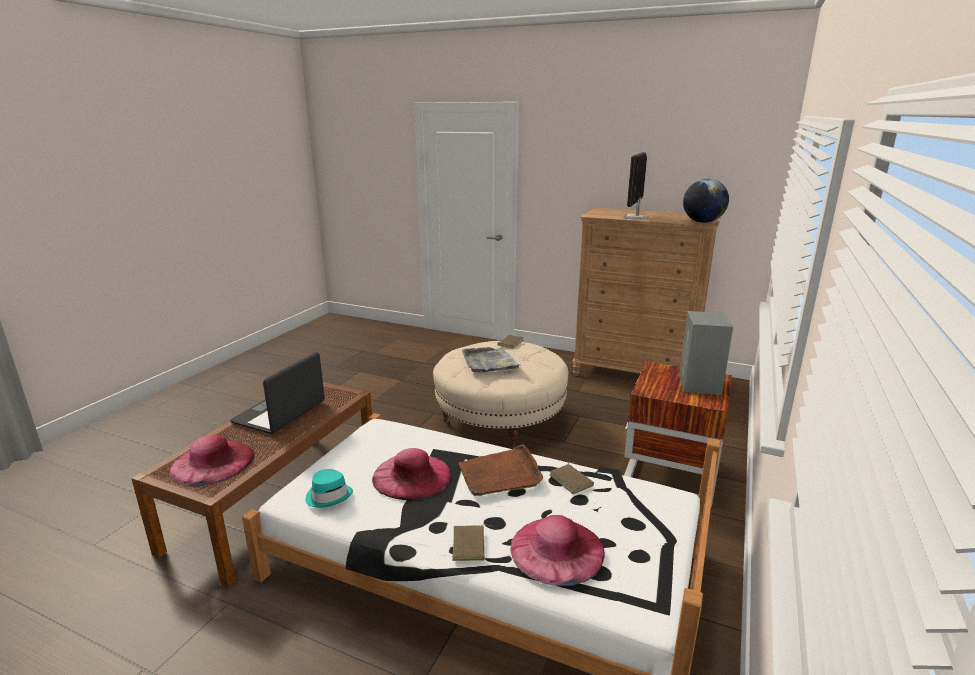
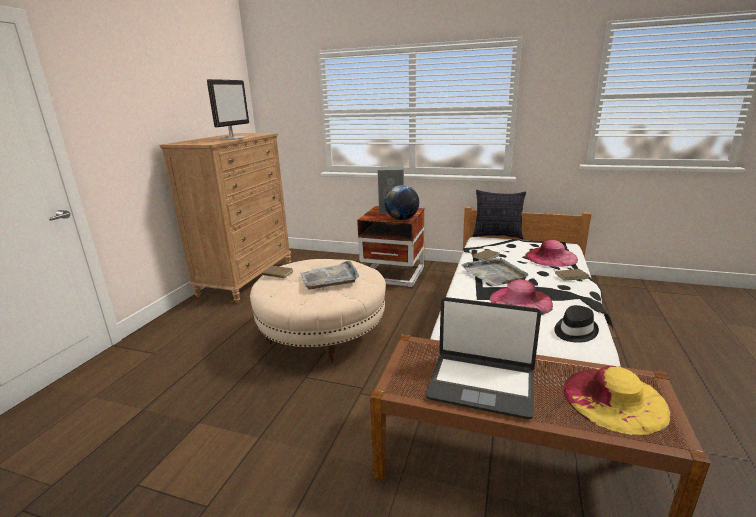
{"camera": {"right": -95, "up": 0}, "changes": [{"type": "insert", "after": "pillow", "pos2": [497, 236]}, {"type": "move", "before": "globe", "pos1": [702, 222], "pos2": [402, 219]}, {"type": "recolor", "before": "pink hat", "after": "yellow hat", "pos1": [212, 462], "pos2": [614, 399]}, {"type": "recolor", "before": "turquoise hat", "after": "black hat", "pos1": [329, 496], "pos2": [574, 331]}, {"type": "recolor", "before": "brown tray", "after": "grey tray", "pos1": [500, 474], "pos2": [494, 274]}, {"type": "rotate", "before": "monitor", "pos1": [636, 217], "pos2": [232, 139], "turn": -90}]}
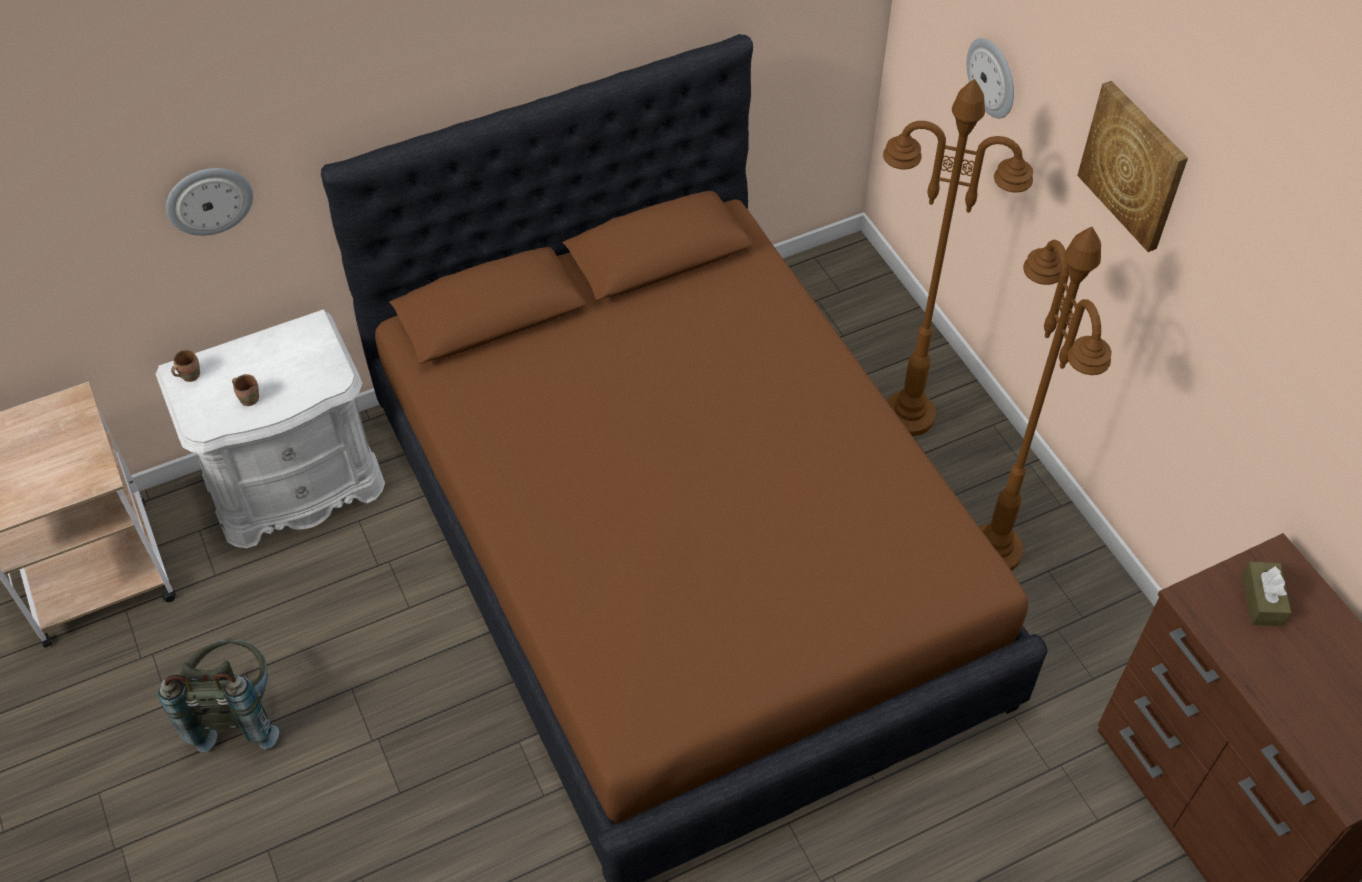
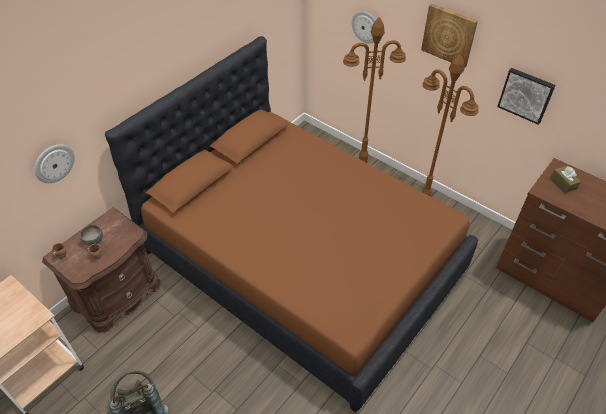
{"camera": {"right": -25, "up": -5}, "changes": [{"type": "insert", "after": "grey bowl", "pos2": [93, 240]}, {"type": "insert", "after": "picture", "pos2": [526, 95]}, {"type": "recolor", "before": "white nightstand", "after": "brown nightstand", "pos1": [298, 486], "pos2": [119, 296]}]}
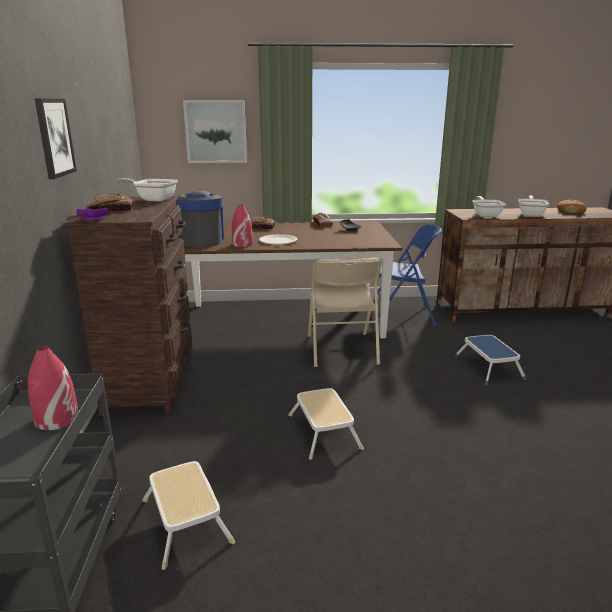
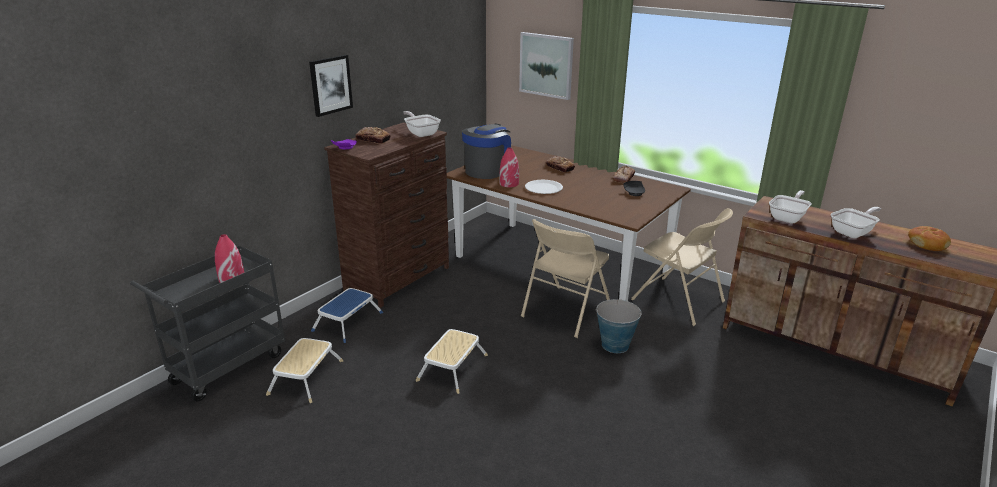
{"camera": {"right": 40, "up": 5}, "changes": [{"type": "insert", "after": "bucket", "pos2": [614, 345]}, {"type": "move", "before": "blue step ladder", "pos1": [489, 367], "pos2": [348, 322]}, {"type": "recolor", "before": "blue chair", "after": "beige chair", "pos1": [400, 315], "pos2": [677, 301]}]}
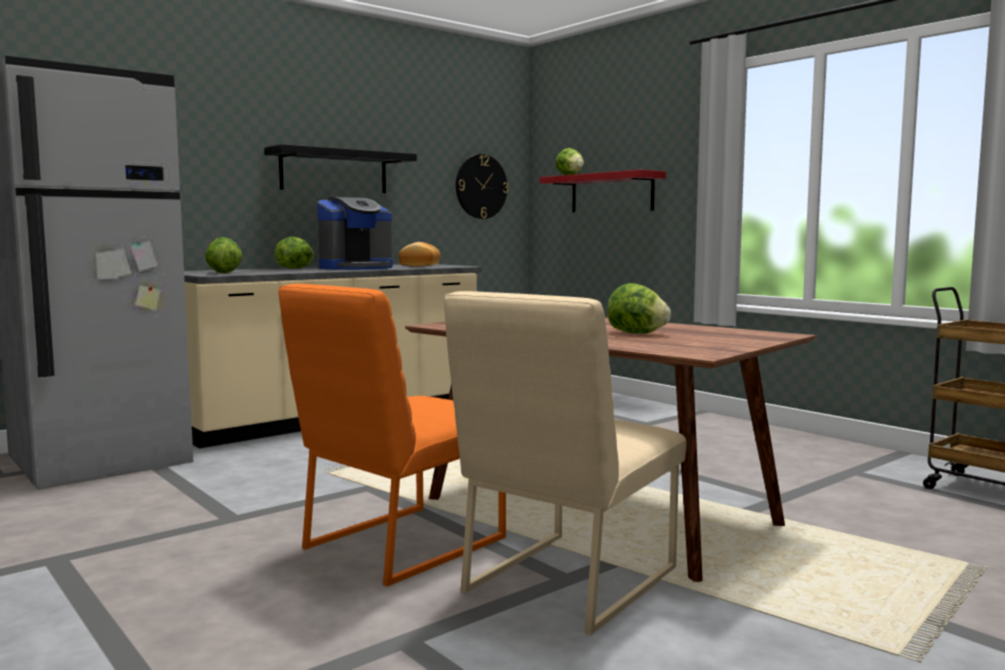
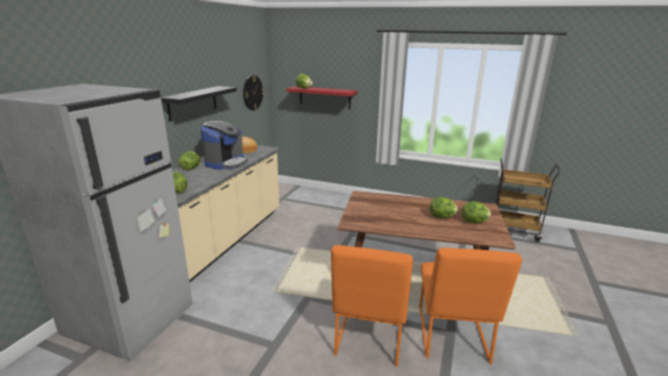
{"camera": {"right": -30, "up": 15}, "changes": [{"type": "insert", "after": "lettuce", "pos2": [474, 222]}, {"type": "recolor", "before": "beige chair", "after": "orange chair", "pos1": [566, 581], "pos2": [452, 335]}]}
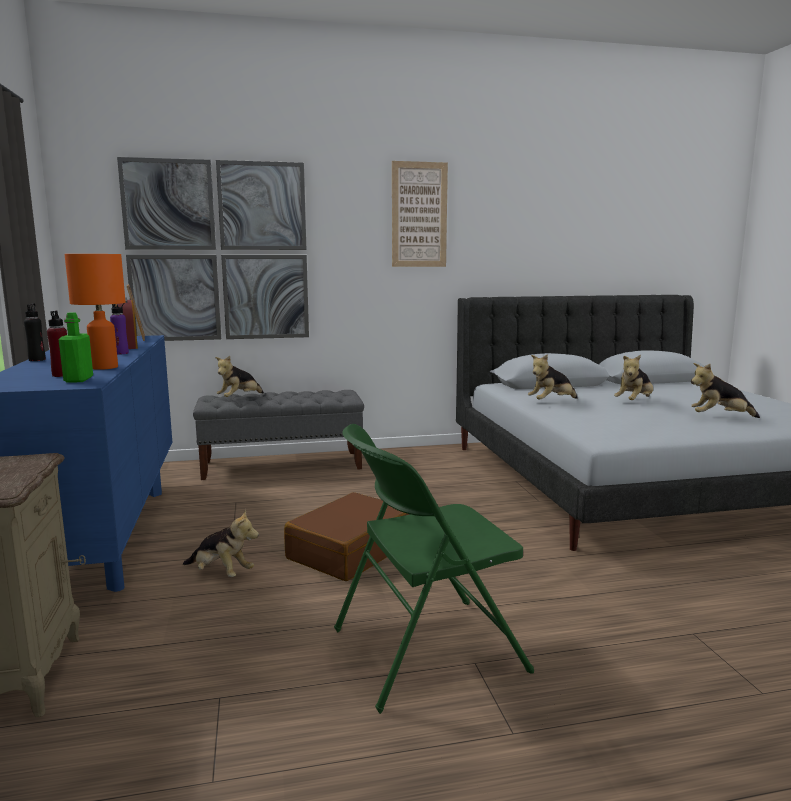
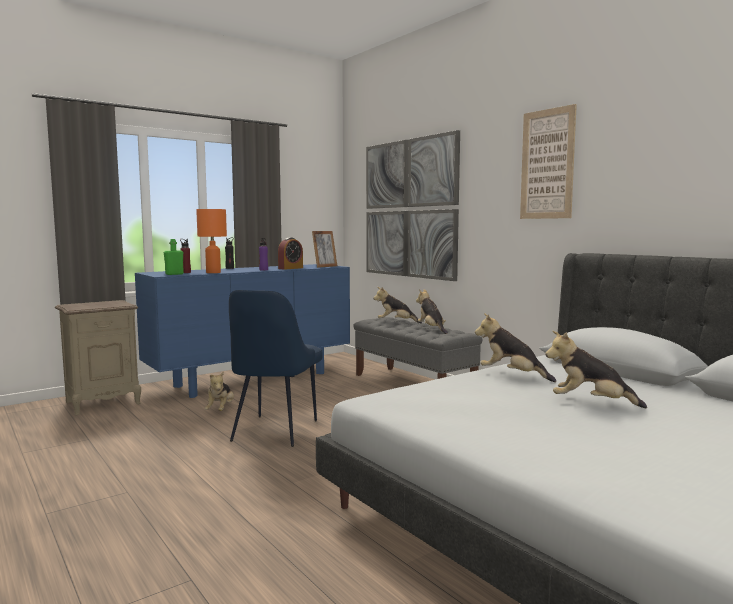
{"camera": {"right": 65, "up": -5}, "changes": [{"type": "delete", "before": "green chair", "pos1": [428, 649]}, {"type": "move", "before": "plush toy", "pos1": [720, 417], "pos2": [431, 329]}, {"type": "replace", "before": "brown suitcase", "after": "blue chair", "pos1": [350, 550], "pos2": [275, 431]}]}
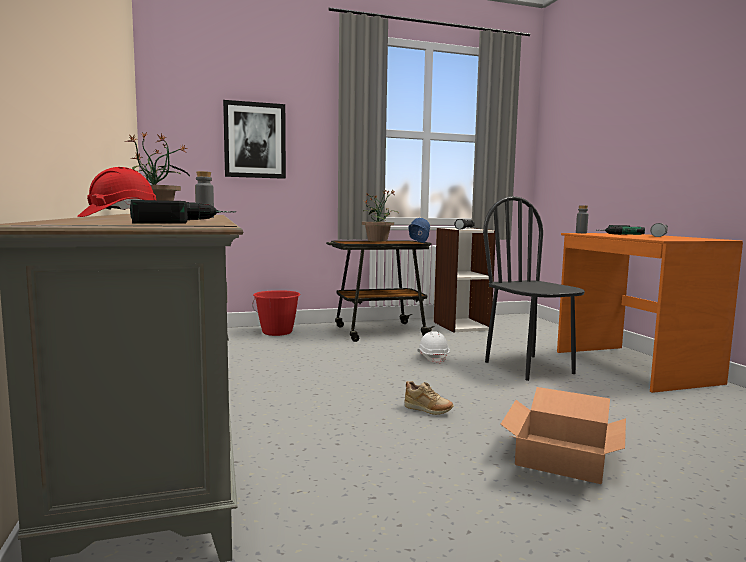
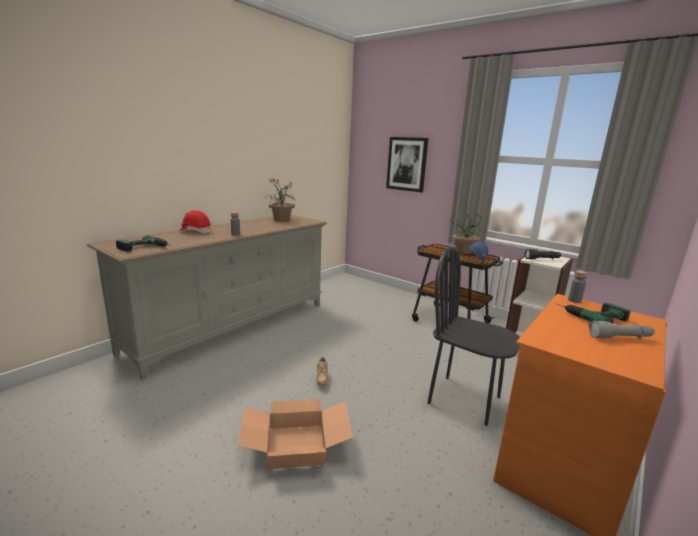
{"camera": {"right": 55, "up": 10}, "changes": [{"type": "delete", "before": "red bucket", "pos1": [277, 332]}, {"type": "delete", "before": "white hard hat", "pos1": [433, 357]}, {"type": "rotate", "before": "black chair", "pos1": [529, 367], "pos2": [464, 399], "turn": -90}]}
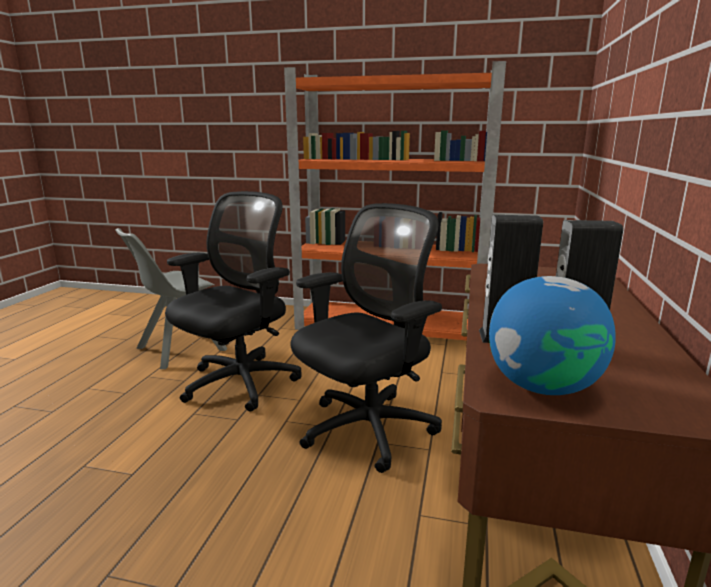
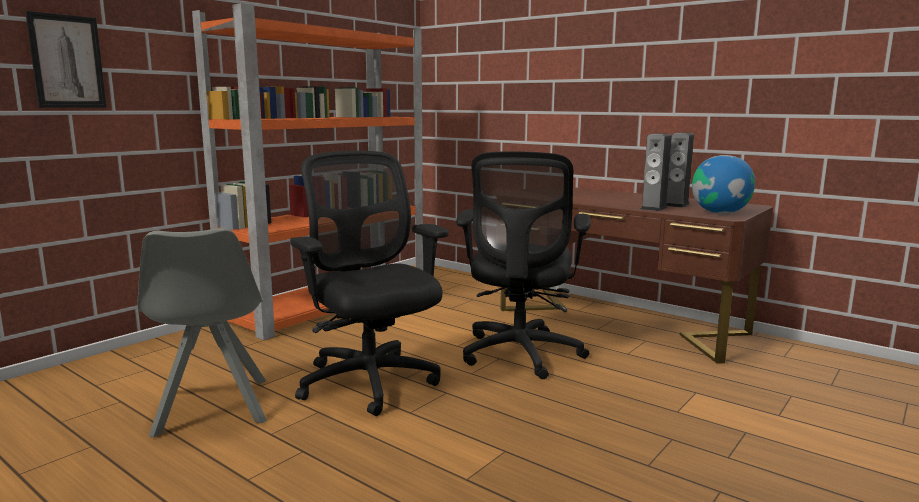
{"camera": {"right": -65, "up": -5}, "changes": [{"type": "insert", "after": "picture", "pos2": [67, 61]}, {"type": "rotate", "before": "black office chair", "pos1": [364, 434], "pos2": [520, 350], "turn": -150}]}
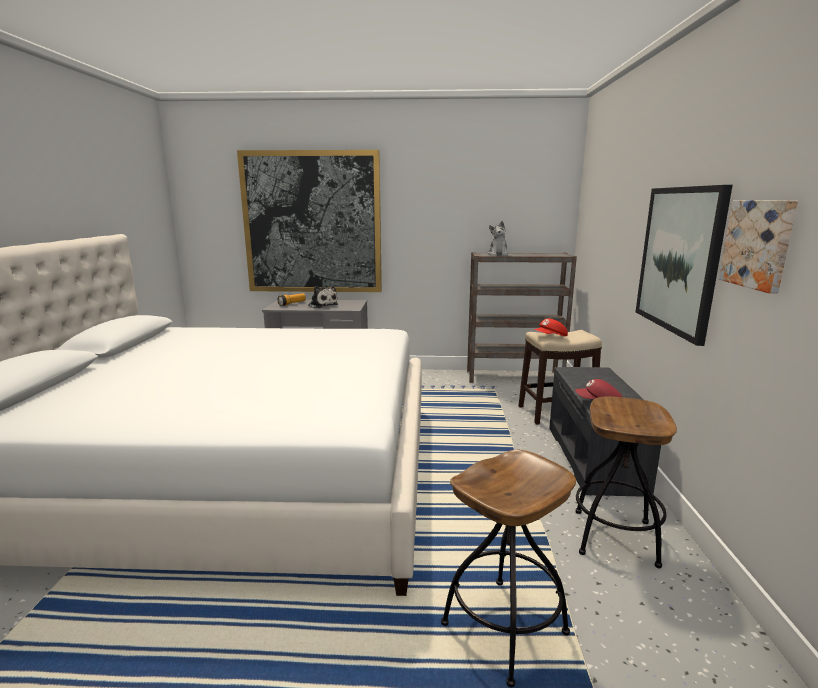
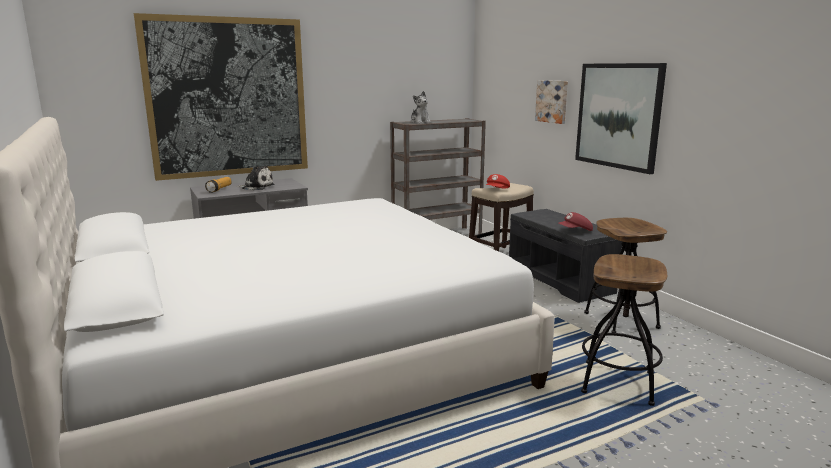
{"camera": {"right": -30, "up": 0}, "changes": [{"type": "move", "before": "picture", "pos1": [759, 244], "pos2": [552, 101]}]}
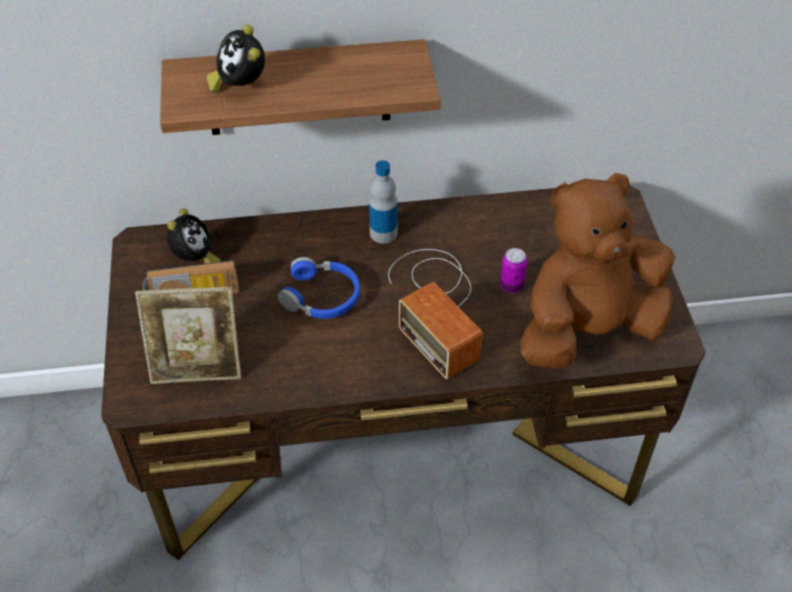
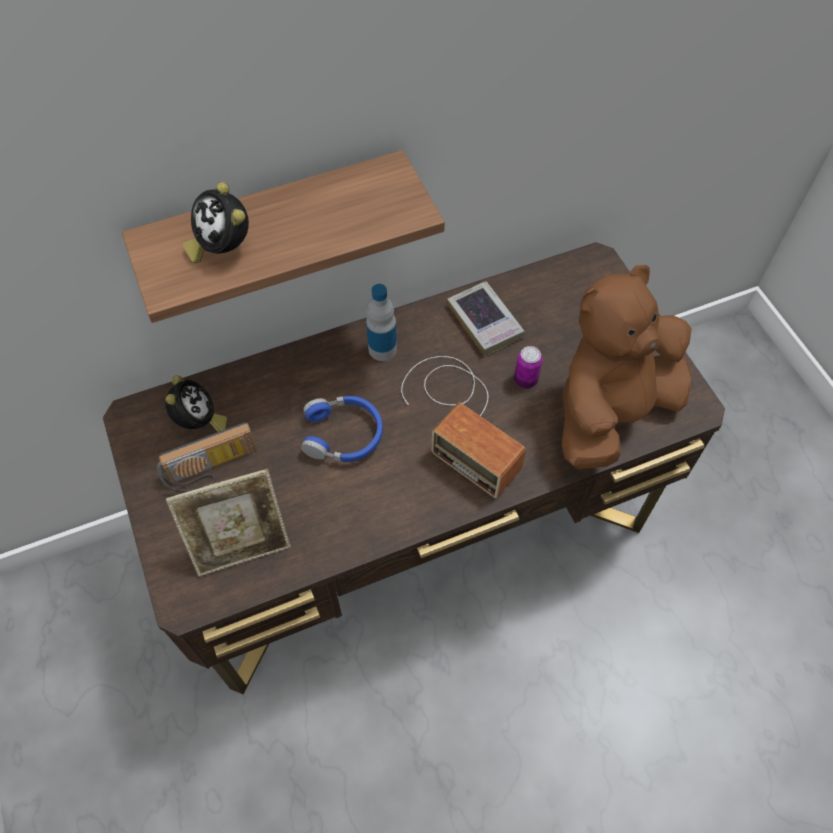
{"camera": {"right": -15, "up": 10}, "changes": [{"type": "insert", "after": "book", "pos2": [485, 322]}]}
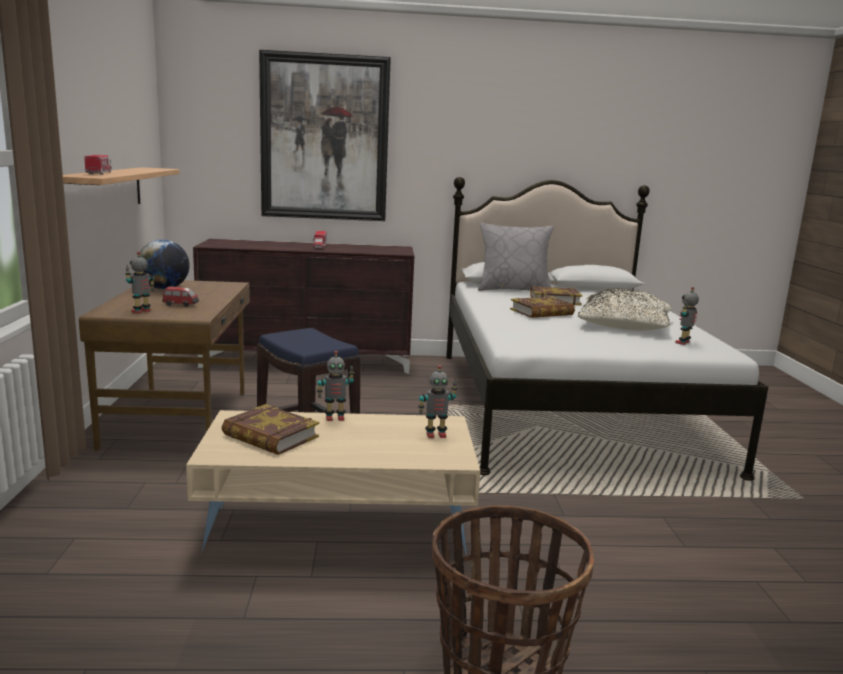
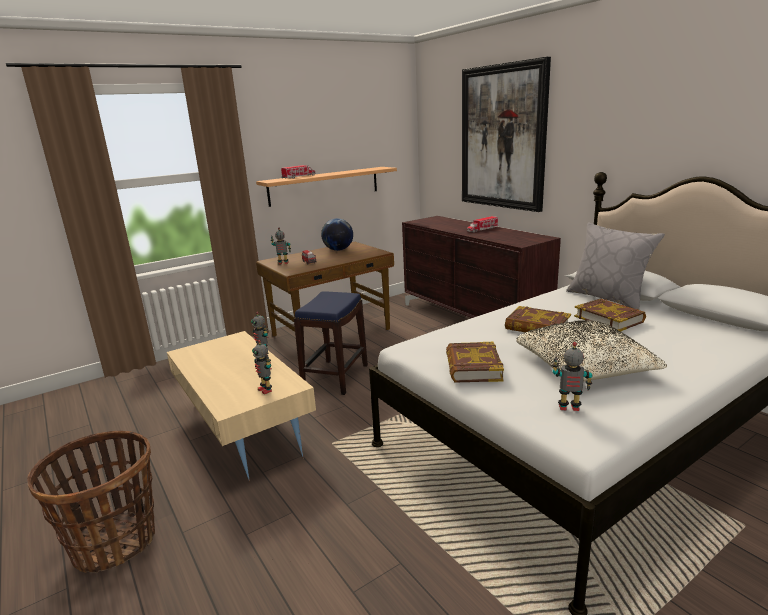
{"camera": {"right": 60, "up": 5}, "changes": [{"type": "move", "before": "book", "pos1": [270, 436], "pos2": [473, 367]}]}
